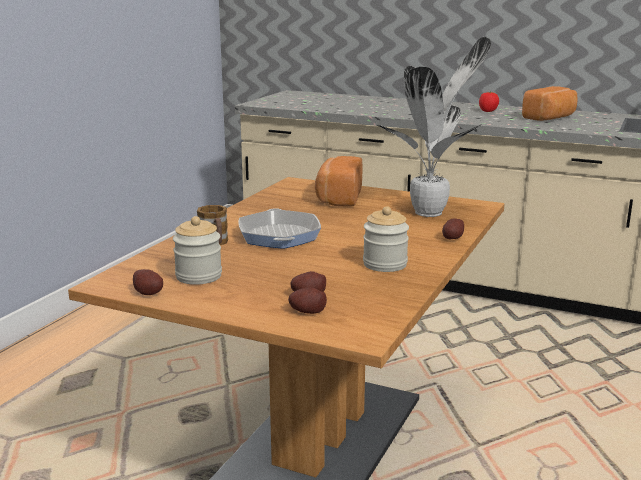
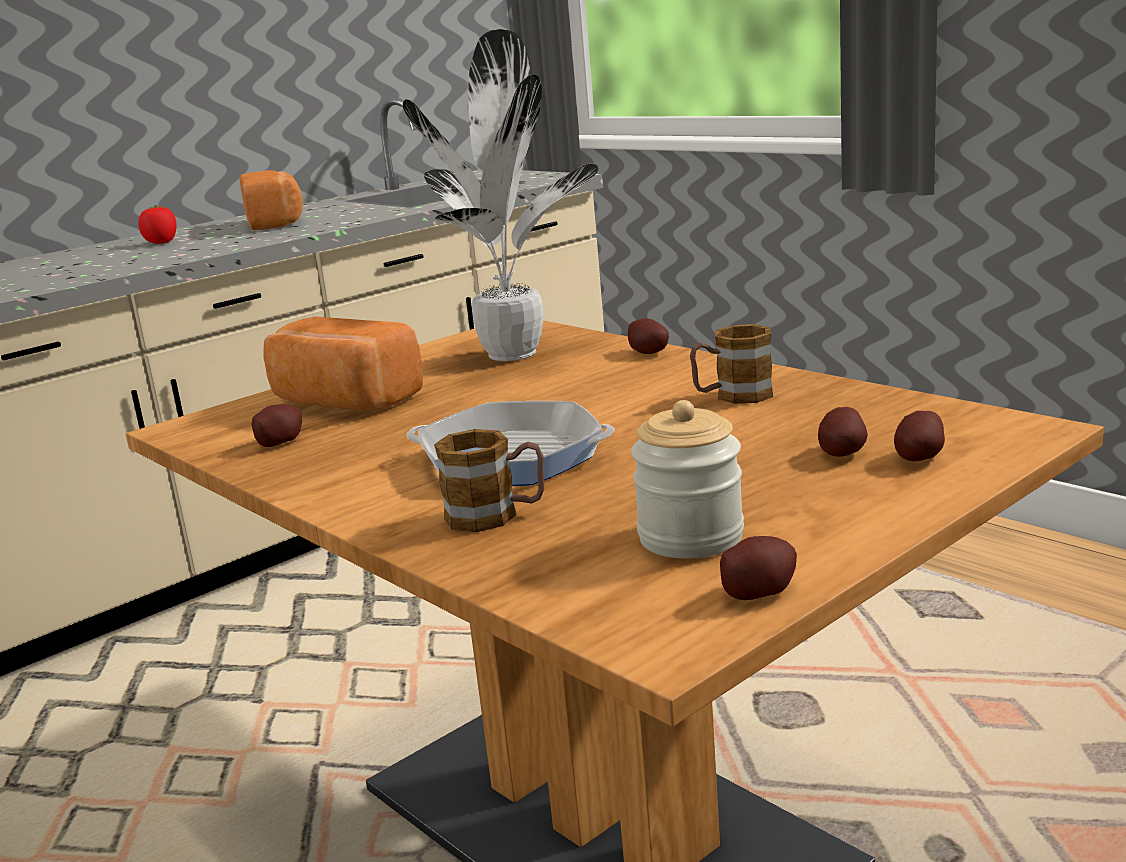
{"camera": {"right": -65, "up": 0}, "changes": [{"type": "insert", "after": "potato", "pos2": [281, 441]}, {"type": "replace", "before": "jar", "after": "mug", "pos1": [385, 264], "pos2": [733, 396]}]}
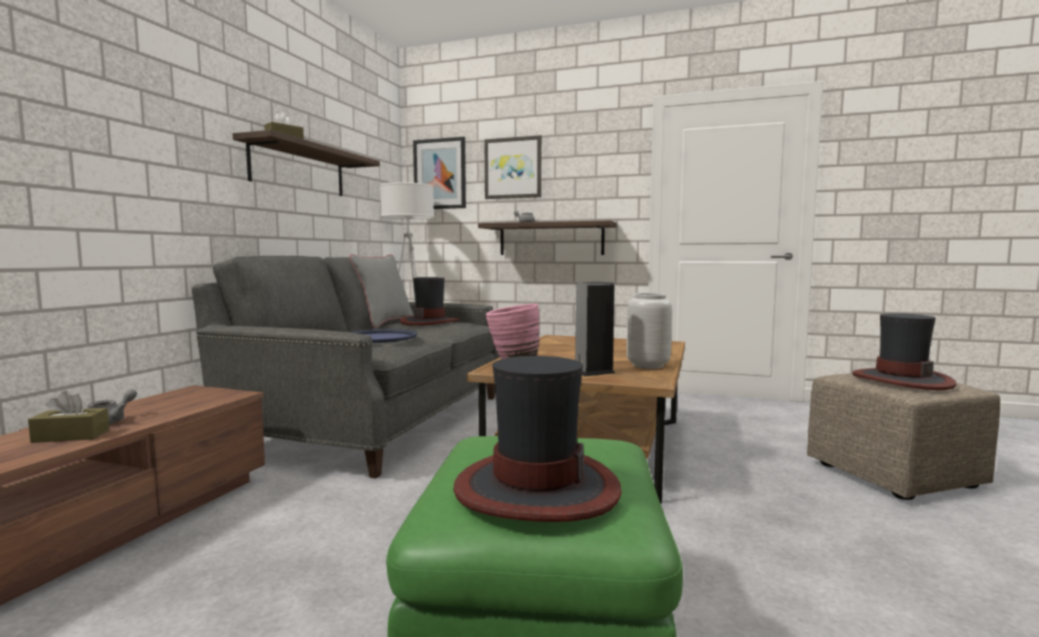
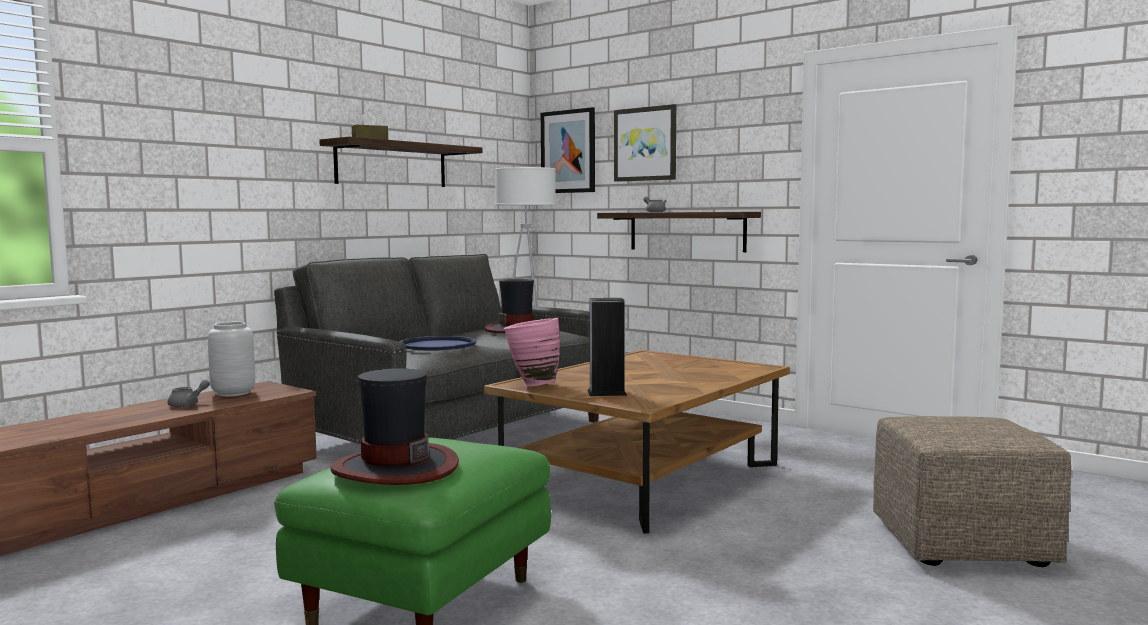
{"camera": {"right": 20, "up": 0}, "changes": [{"type": "delete", "before": "brown tissue box", "pos1": [71, 436]}, {"type": "delete", "before": "grey pillow", "pos1": [384, 323]}, {"type": "delete", "before": "hat", "pos1": [901, 380]}, {"type": "move", "before": "grey vase", "pos1": [647, 365], "pos2": [233, 393]}]}
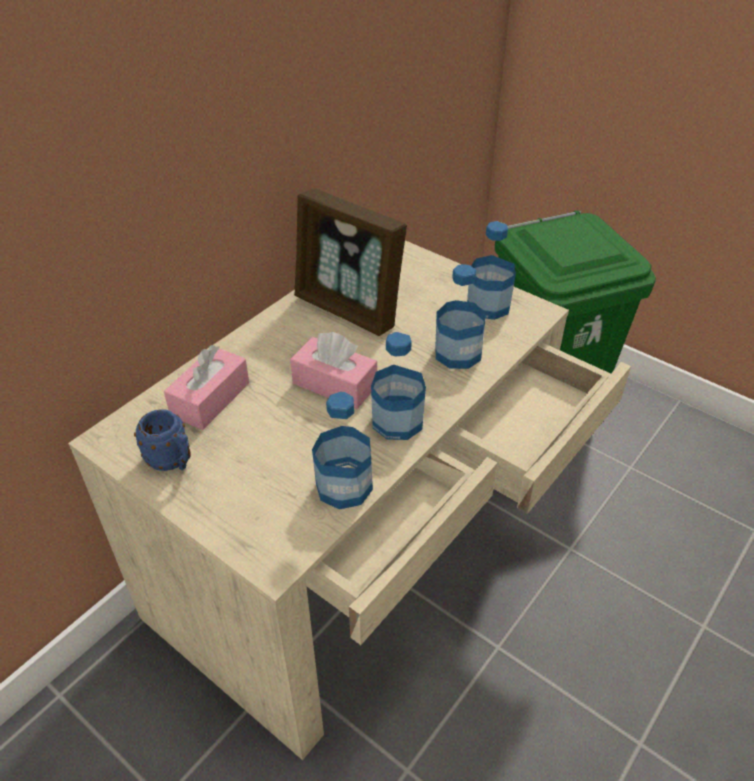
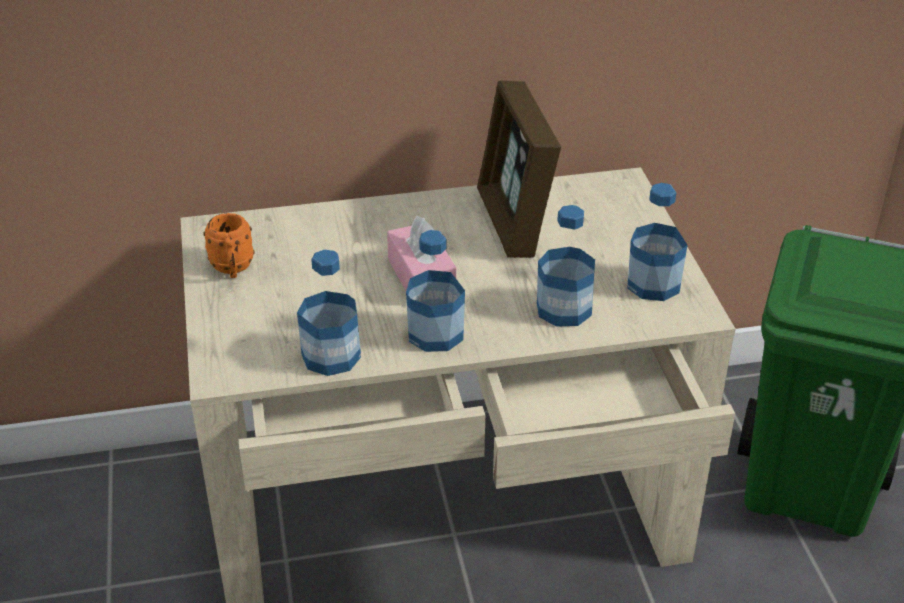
{"camera": {"right": 40, "up": -5}, "changes": [{"type": "delete", "before": "pink tissue box", "pos1": [210, 399]}, {"type": "recolor", "before": "blue mug", "after": "orange mug", "pos1": [173, 462], "pos2": [232, 269]}]}
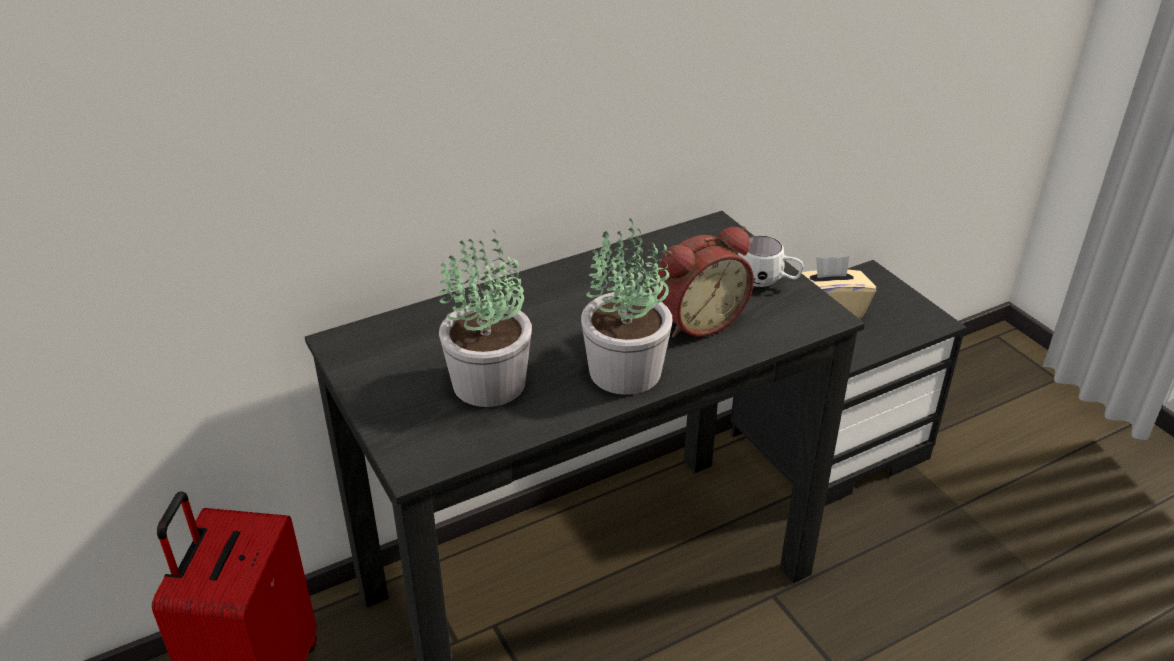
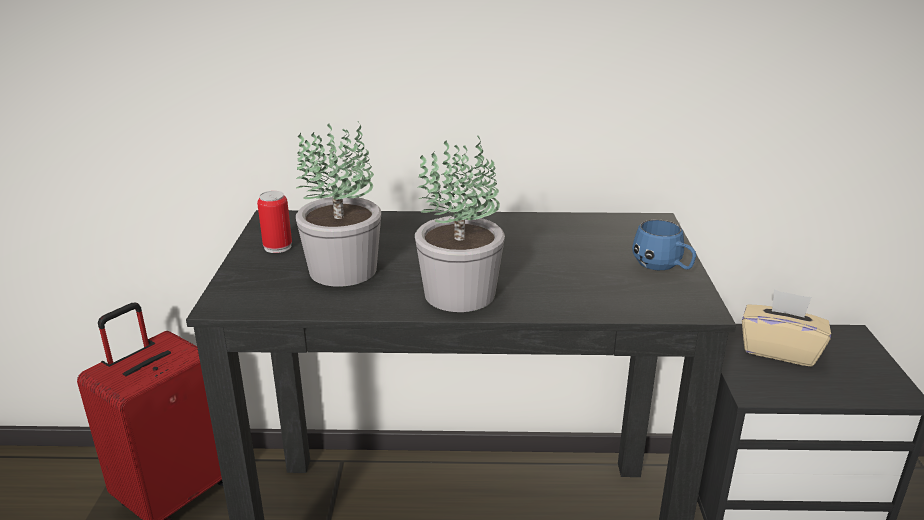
{"camera": {"right": 30, "up": -10}, "changes": [{"type": "delete", "before": "alarm clock", "pos1": [696, 320]}, {"type": "insert", "after": "can", "pos2": [277, 247]}, {"type": "recolor", "before": "white mug", "after": "blue mug", "pos1": [767, 282], "pos2": [663, 269]}]}
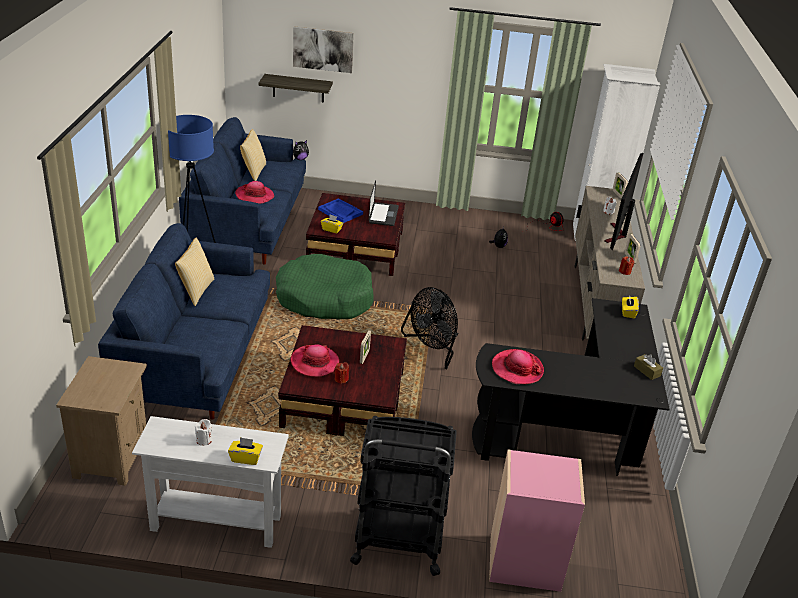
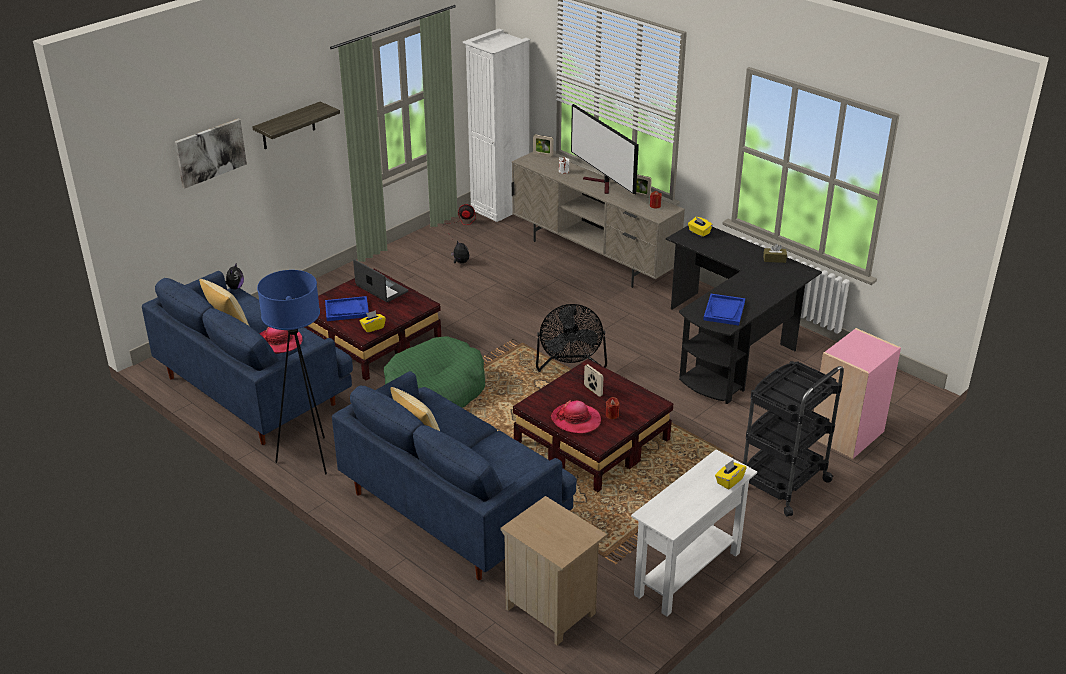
{"camera": {"right": -50, "up": 0}, "changes": [{"type": "delete", "before": "white candle", "pos1": [204, 440]}, {"type": "move", "before": "shelf", "pos1": [298, 88], "pos2": [288, 126]}, {"type": "replace", "before": "hat", "after": "blue tray", "pos1": [517, 369], "pos2": [724, 311]}]}
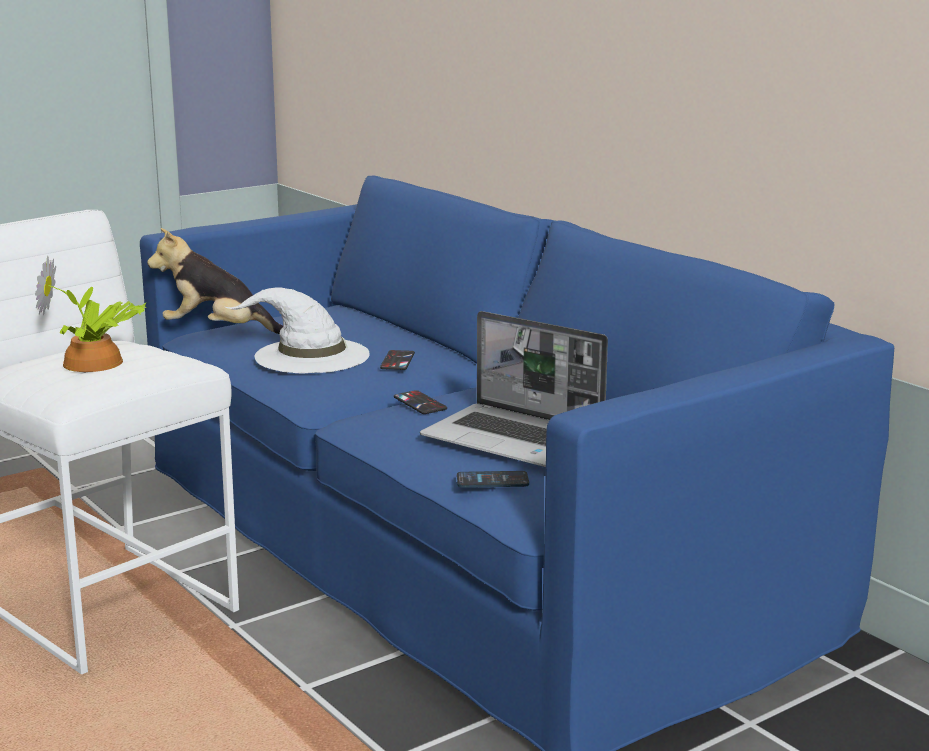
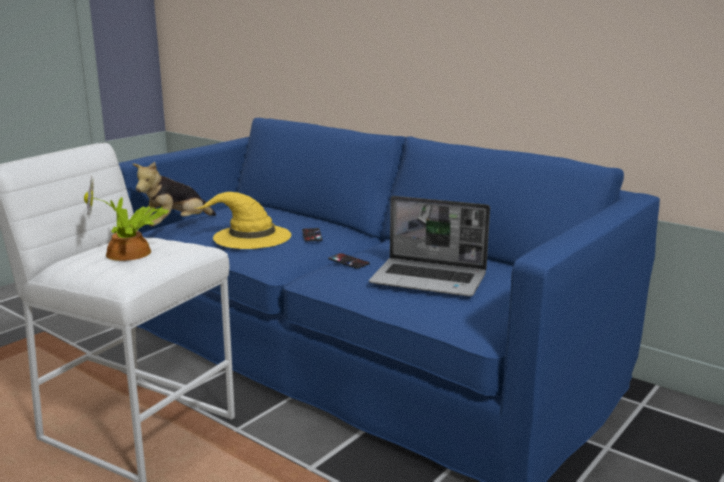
{"camera": {"right": -15, "up": 0}, "changes": [{"type": "delete", "before": "phone", "pos1": [492, 481]}, {"type": "recolor", "before": "white hat", "after": "yellow hat", "pos1": [310, 355], "pos2": [251, 236]}, {"type": "rotate", "before": "plush toy", "pos1": [218, 332], "pos2": [176, 226], "turn": -45}]}
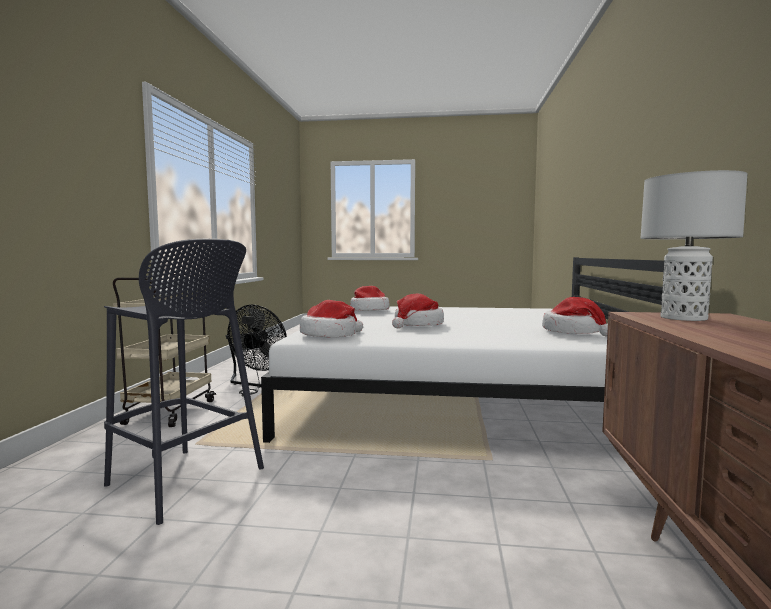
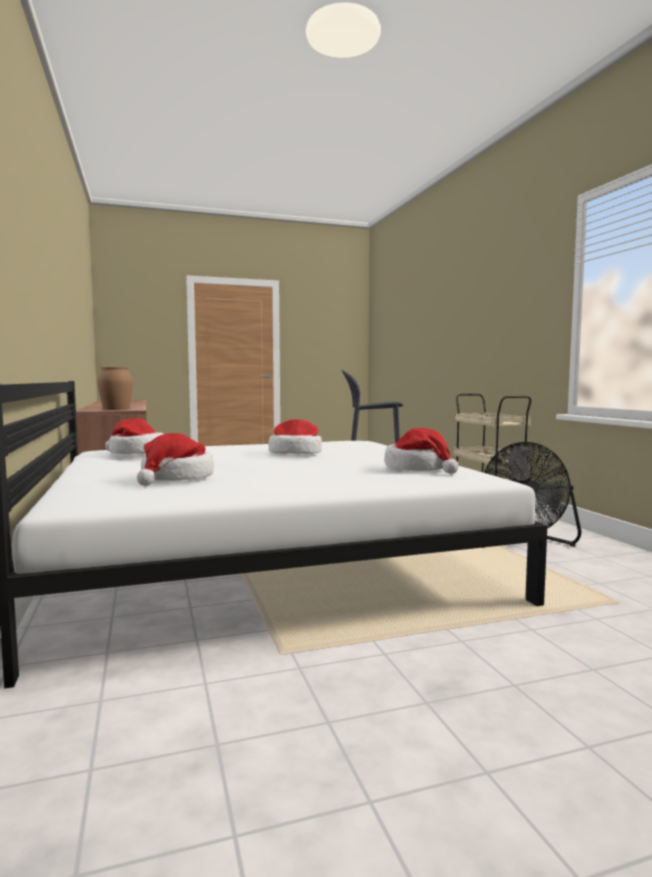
{"camera": {"right": 155, "up": 0}, "changes": [{"type": "move", "before": "hat", "pos1": [330, 335], "pos2": [176, 478]}, {"type": "replace", "before": "white table lamp", "after": "brown vase", "pos1": [684, 318], "pos2": [115, 409]}]}
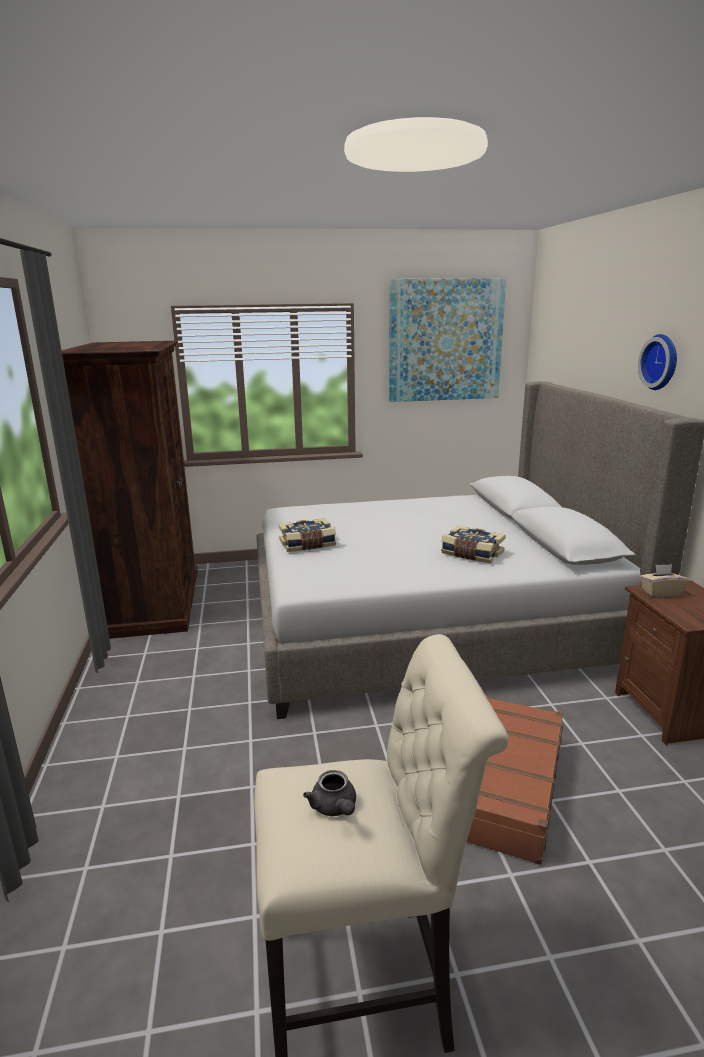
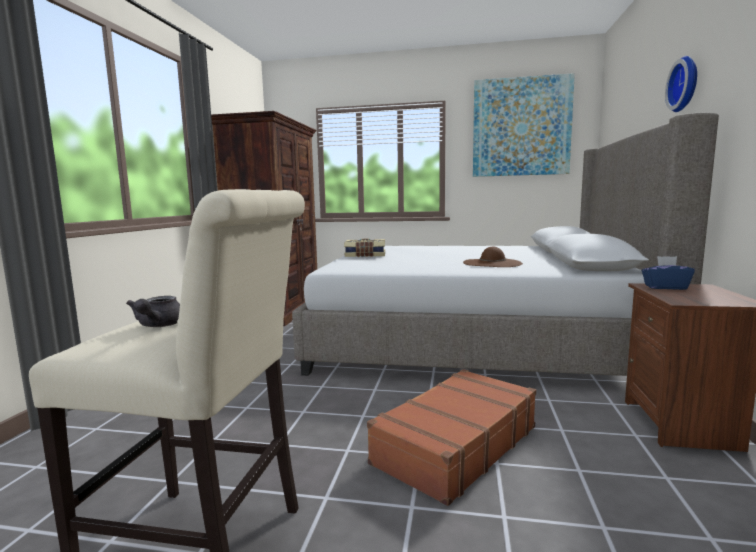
{"camera": {"right": 20, "up": -10}, "changes": [{"type": "replace", "before": "book", "after": "brown hat", "pos1": [471, 554], "pos2": [492, 263]}, {"type": "recolor", "before": "beige tissue box", "after": "blue tissue box", "pos1": [660, 593], "pos2": [665, 287]}]}
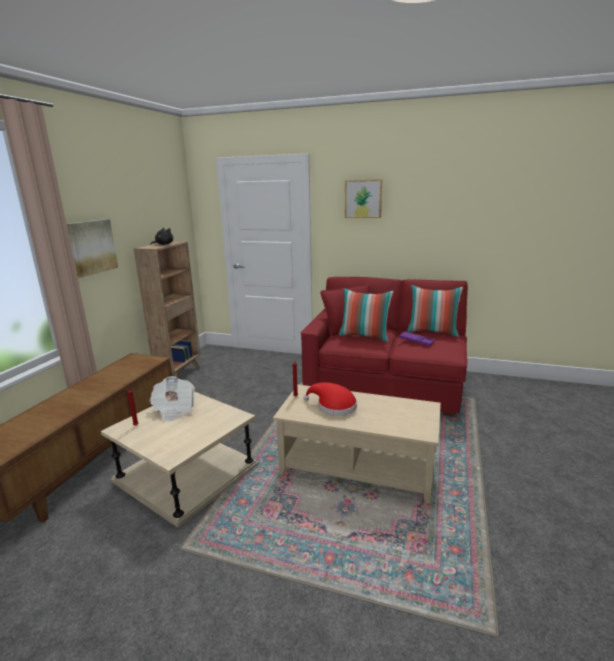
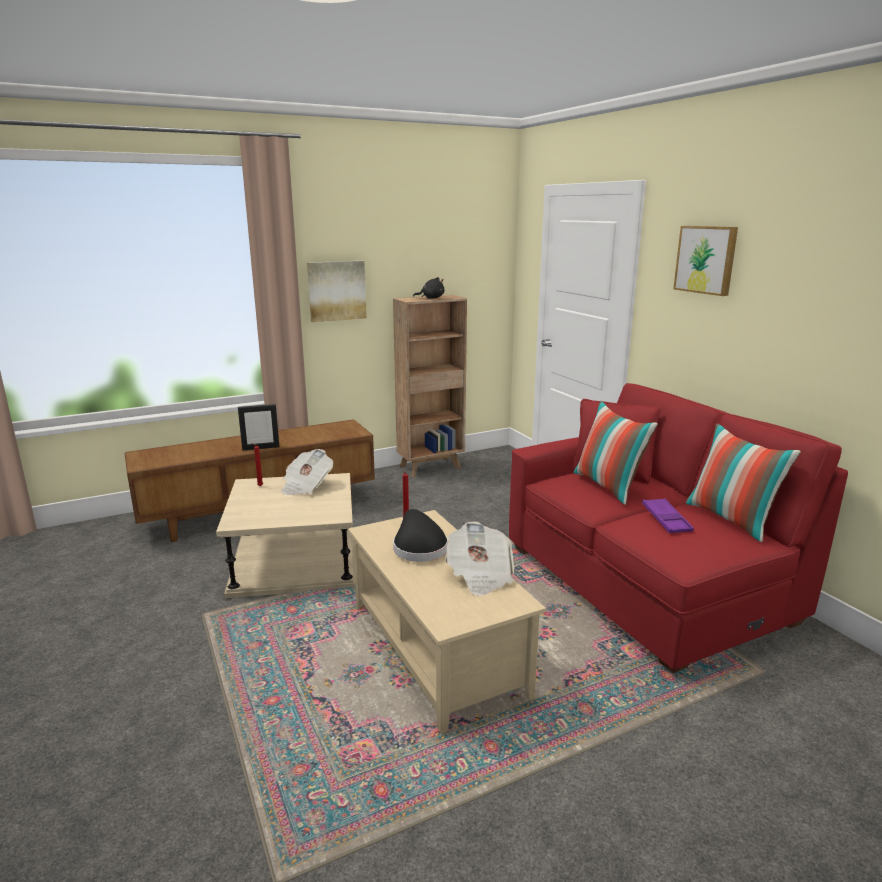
{"camera": {"right": 45, "up": 0}, "changes": [{"type": "insert", "after": "picture frame", "pos2": [261, 447]}, {"type": "insert", "after": "newspaper", "pos2": [479, 575]}, {"type": "recolor", "before": "red hat", "after": "black hat", "pos1": [333, 406], "pos2": [418, 547]}]}
